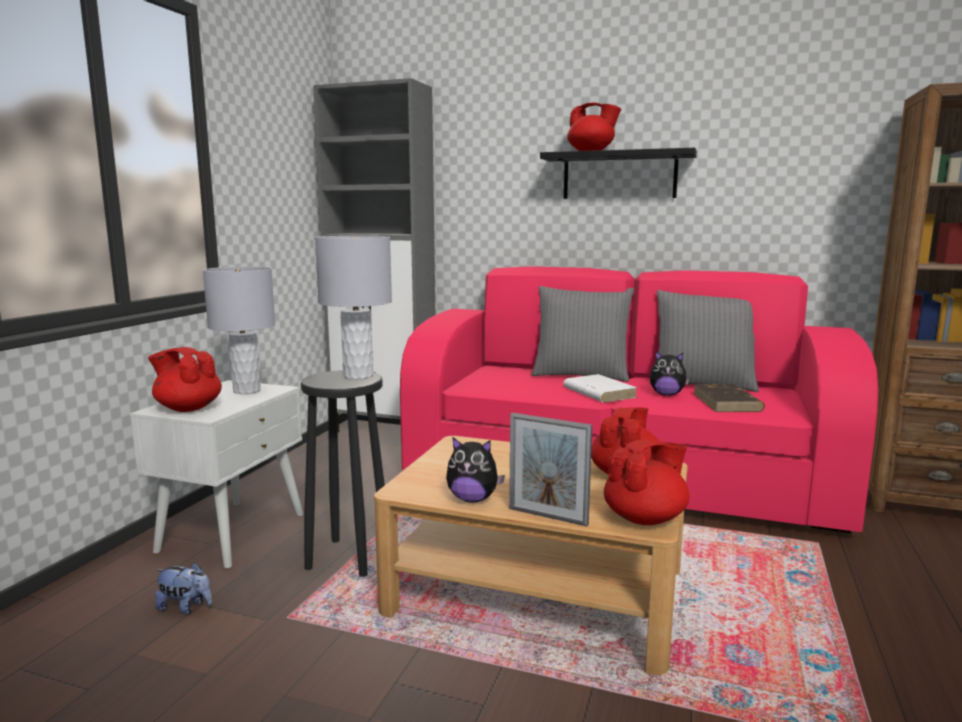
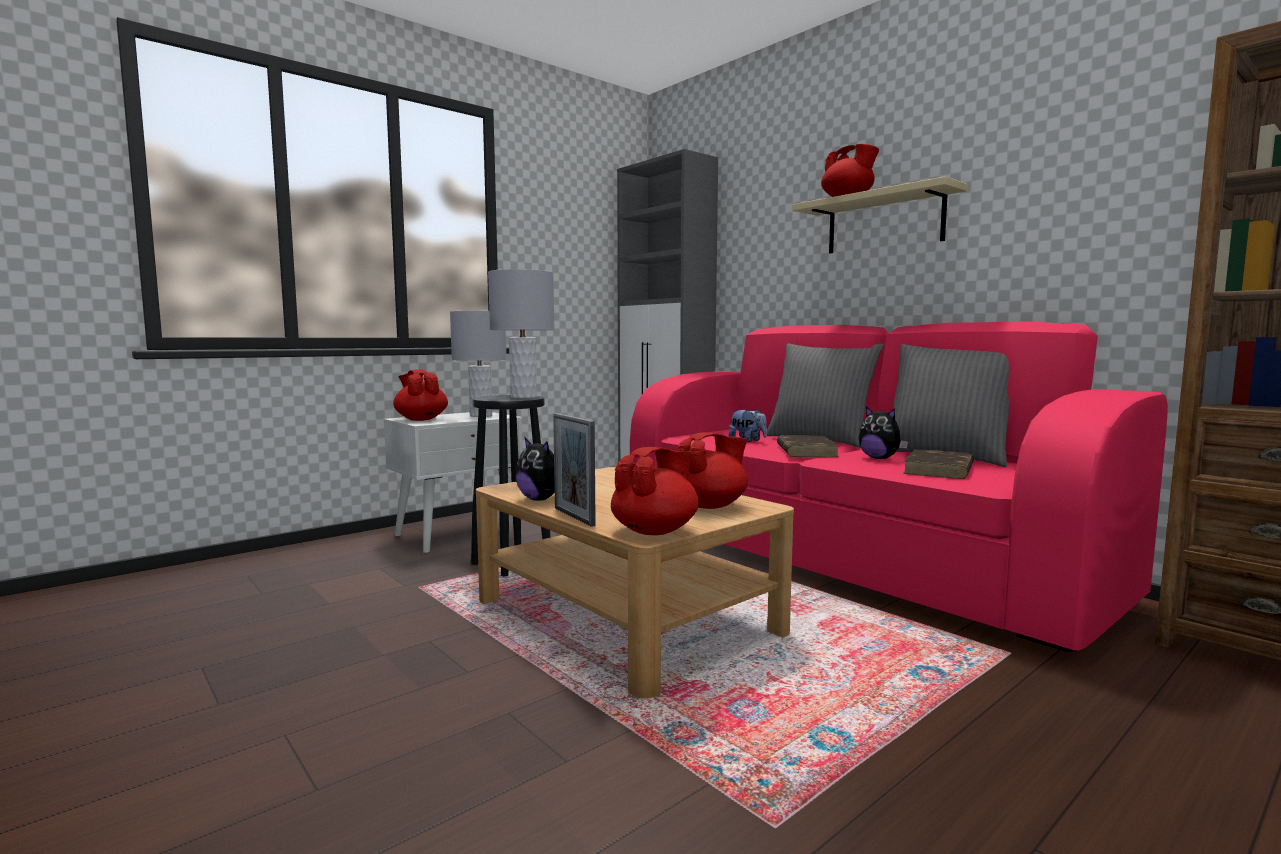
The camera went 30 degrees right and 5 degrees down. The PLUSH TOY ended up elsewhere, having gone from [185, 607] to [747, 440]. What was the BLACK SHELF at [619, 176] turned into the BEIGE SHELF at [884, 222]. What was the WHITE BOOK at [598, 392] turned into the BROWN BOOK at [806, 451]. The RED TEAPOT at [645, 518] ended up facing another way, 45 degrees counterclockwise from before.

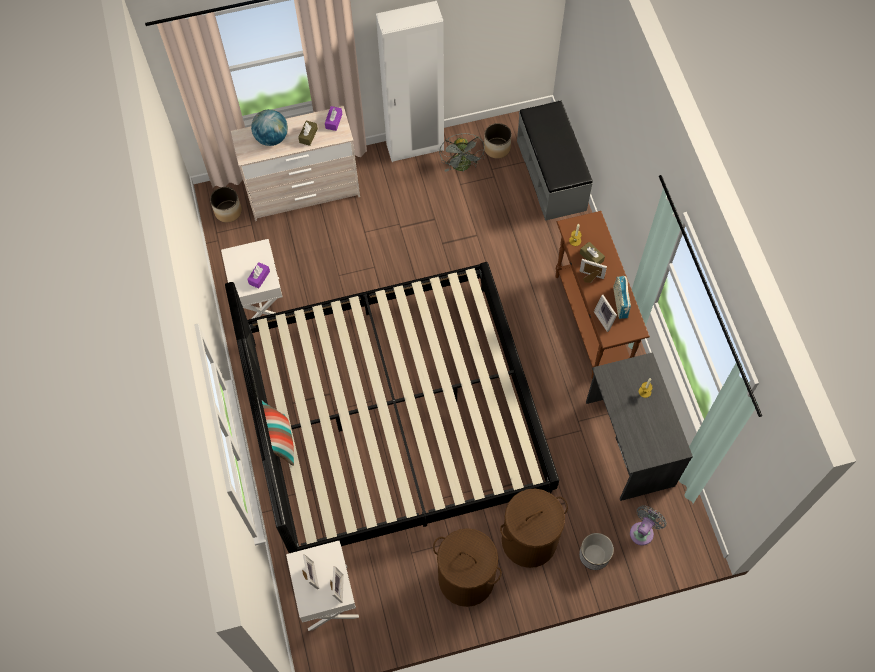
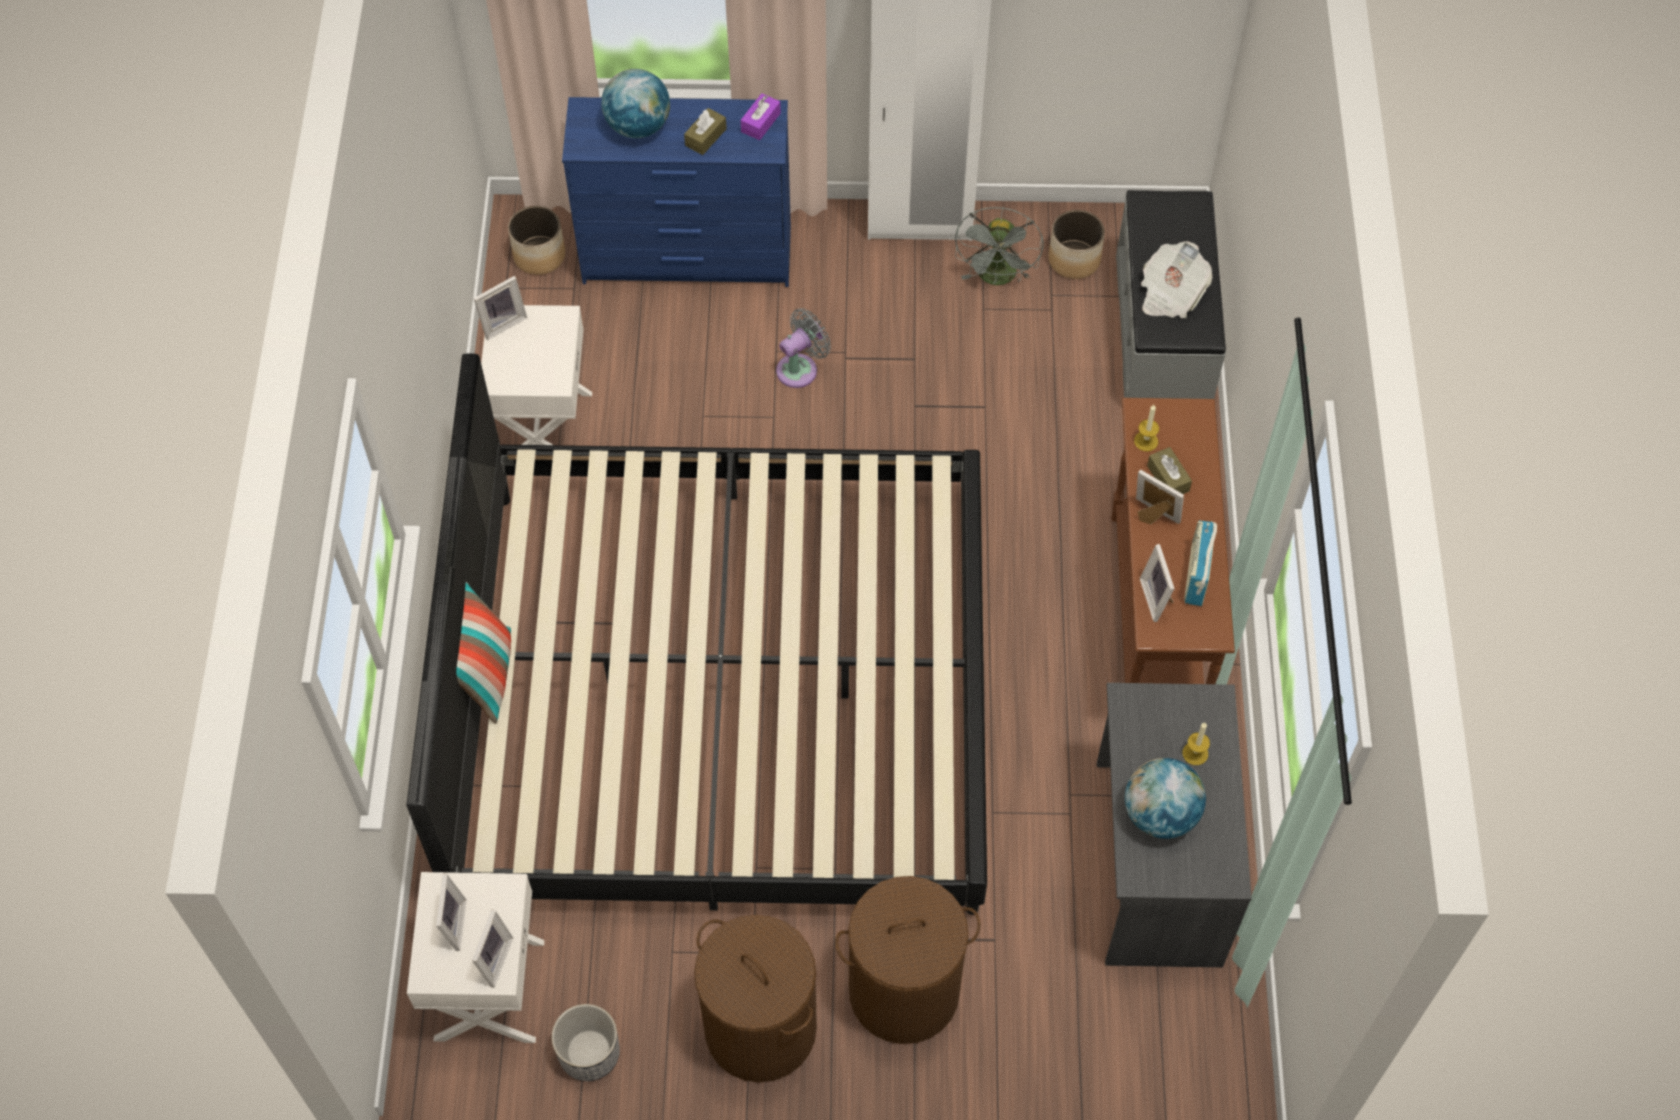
The camera went 15 degrees right and 5 degrees down. The second view lost the PURPLE TISSUE BOX at [259, 277]. The second view gained the PICTURE FRAME at [502, 322]. The second view gained the GLOBE at [1160, 814]. The second view gained the NEWSPAPER at [1170, 293]. The PLANTER ended up elsewhere, having gone from [594, 555] to [589, 1053]. The GREY FAN ended up elsewhere, having gone from [643, 531] to [800, 368]. What was the BEIGE DRESSER at [304, 193] turned into the BLUE DRESSER at [687, 257].

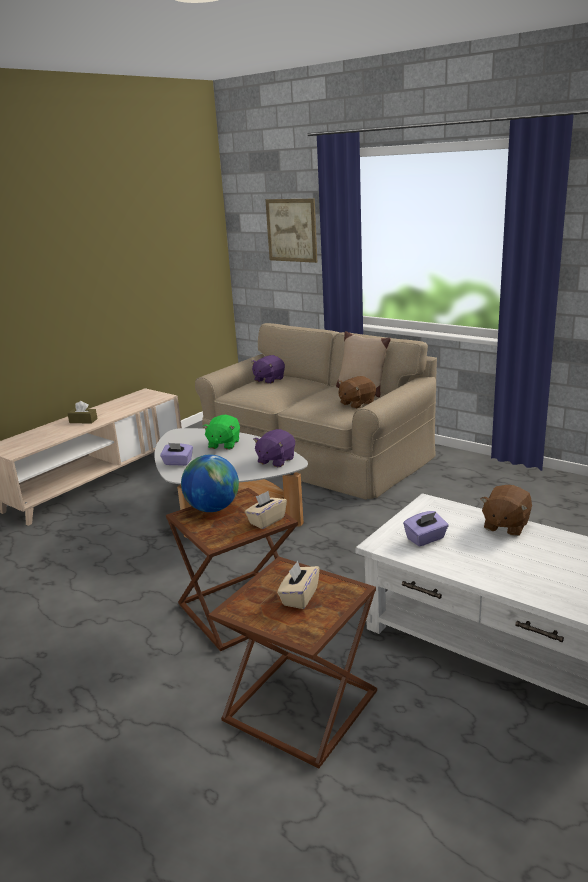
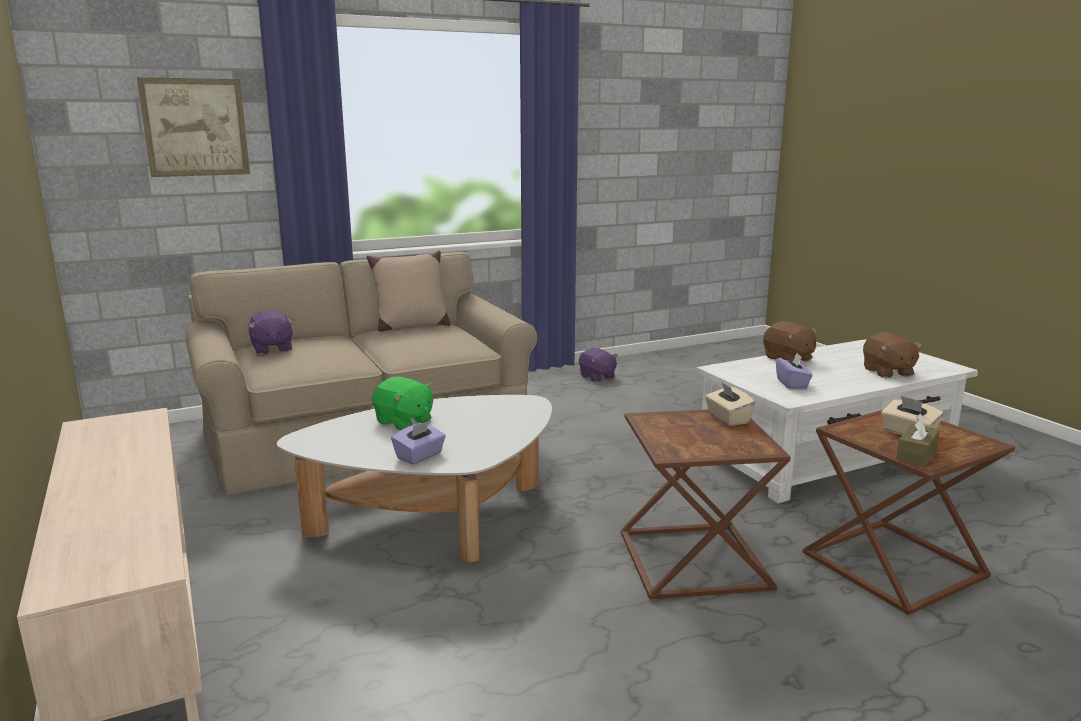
The camera went 65 degrees left and 5 degrees down. The second view lost the GLOBE at [212, 509]. The BROWN TISSUE BOX ended up elsewhere, having gone from [83, 421] to [916, 454]. The PURPLE PLUSH TOY ended up elsewhere, having gone from [275, 460] to [597, 377]. The BROWN PLUSH TOY ended up elsewhere, having gone from [356, 403] to [887, 372].

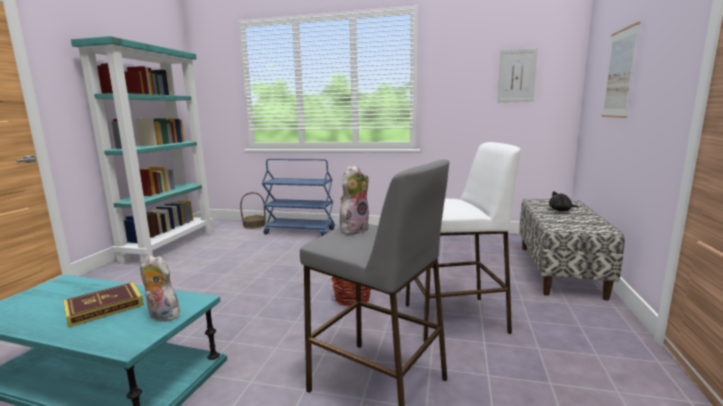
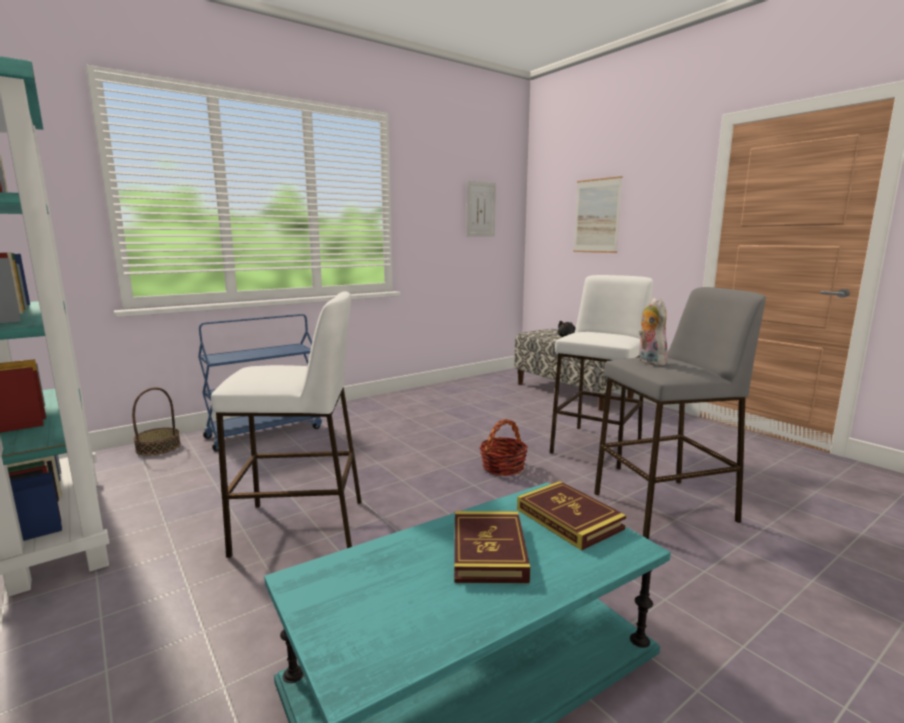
The camera went 50 degrees left and 0 degrees up. The second view gained the WHITE STOOL at [301, 527]. Where the PLUSH TOY stood at [161, 316], the BOOK came to stand at [569, 519].

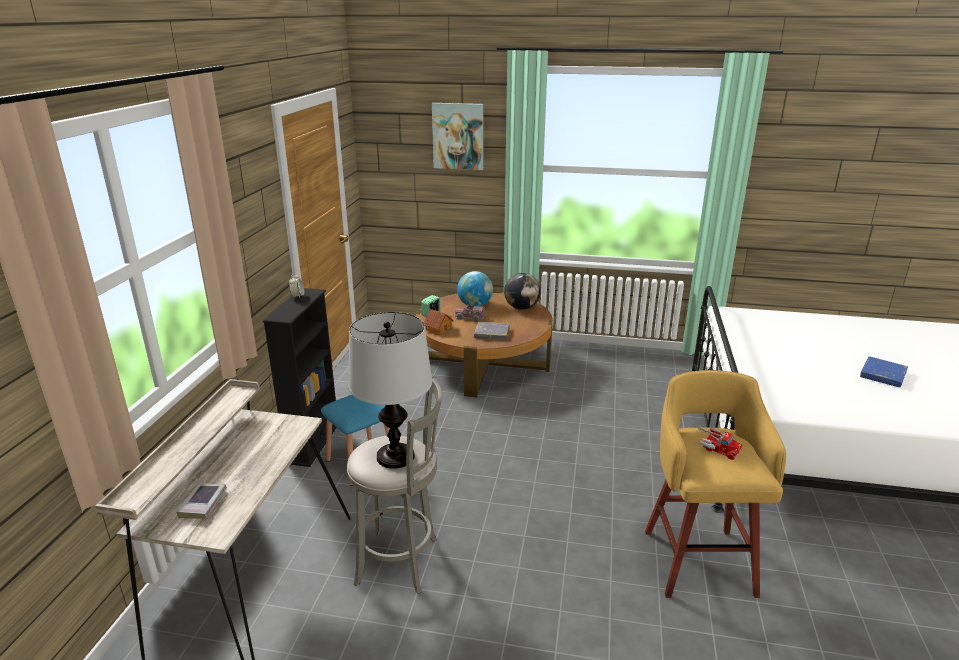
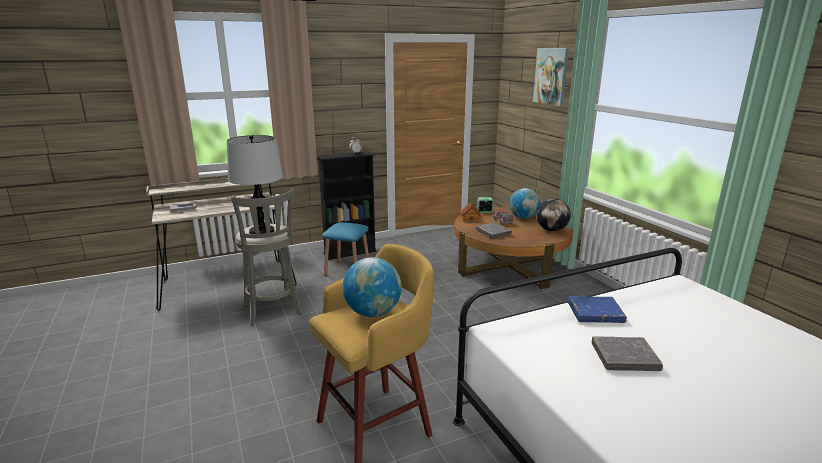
The camera went 55 degrees right and 5 degrees down. The second view gained the GREY BOOK at [624, 357]. The BLUE BOOK ended up elsewhere, having gone from [882, 375] to [595, 313]. Where the TOY TRUCK stood at [716, 447], the GLOBE came to stand at [372, 312].

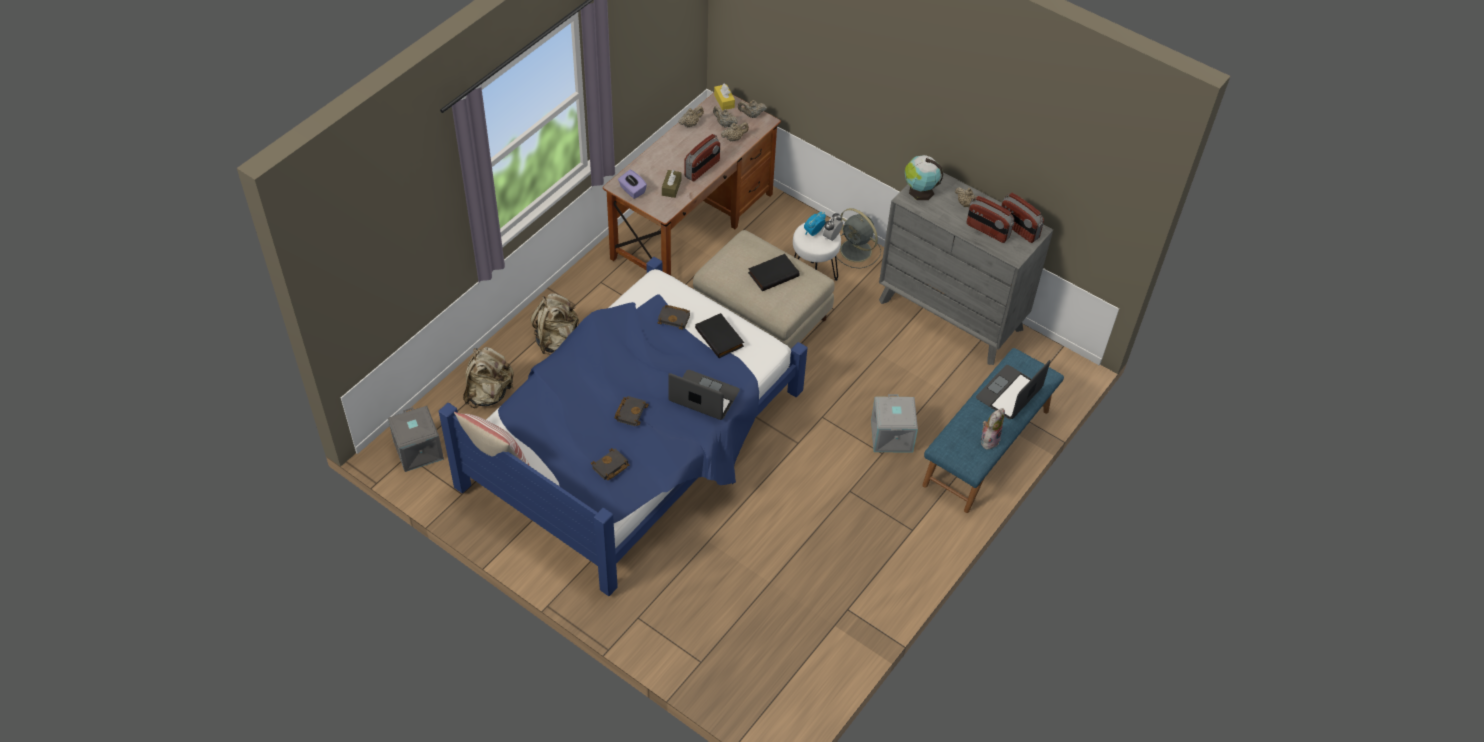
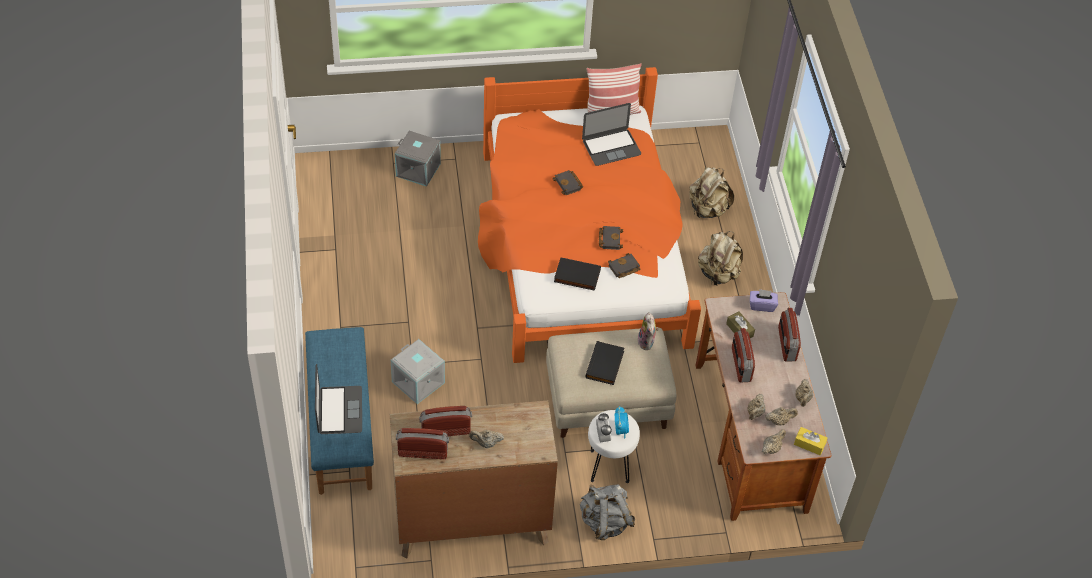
The camera went 135 degrees right and 0 degrees up. The second view lost the GLOBE at [919, 191]. The second view gained the RADIO at [786, 344]. The GREY STORAGE BOX ended up elsewhere, having gone from [417, 450] to [418, 169]. The BLACK BOOK ended up elsewhere, having gone from [610, 467] to [609, 239]. The LAPTOP ended up elsewhere, having gone from [704, 396] to [611, 147]. The PLUSH TOY ended up elsewhere, having gone from [989, 439] to [647, 342]. Where the GREY FAN stood at [857, 251], the GREY BACKPACK came to stand at [605, 522]. What was the BLUE BED at [635, 440] turned into the ORANGE BED at [582, 249]. What was the GREY DRESSER at [951, 314] turned into the BROWN DRESSER at [472, 522].

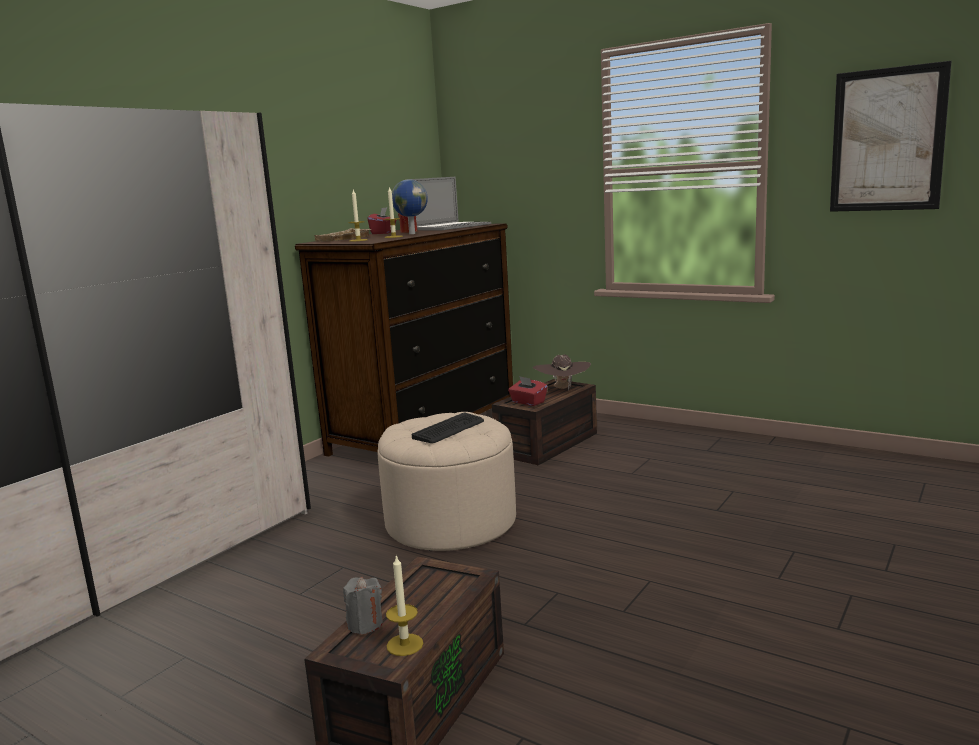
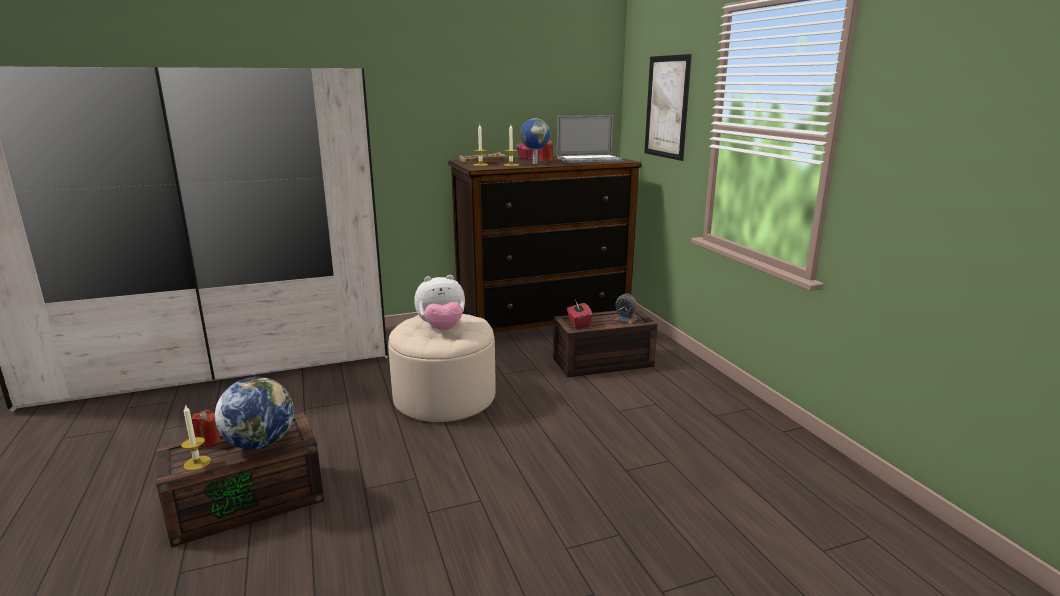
The camera went 35 degrees right and 5 degrees up. The second view gained the GLOBE at [260, 443]. The PICTURE ended up elsewhere, having gone from [887, 140] to [667, 107]. Where the KEYBOARD stood at [449, 429], the PLUSH TOY came to stand at [442, 329]. Where the BROWN HAT stood at [562, 388], the ALARM CLOCK came to stand at [625, 319]. What was the GREY CANDLE at [365, 624] turned into the RED CANDLE at [207, 441].

